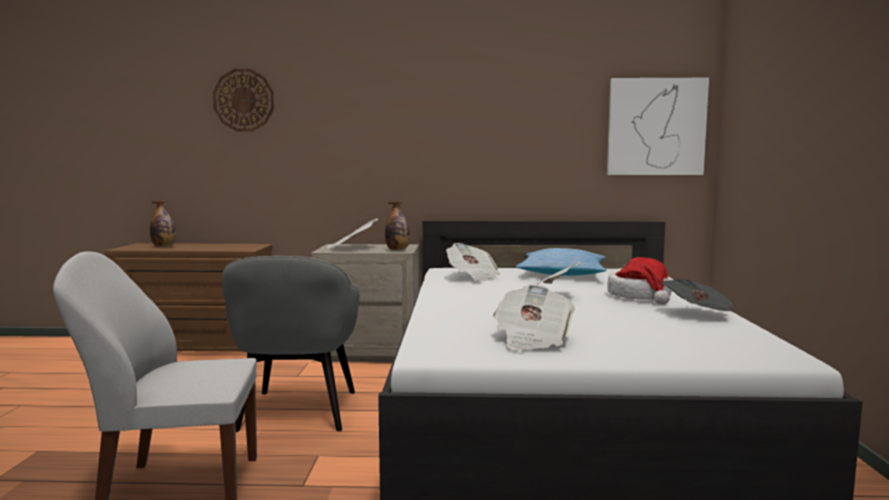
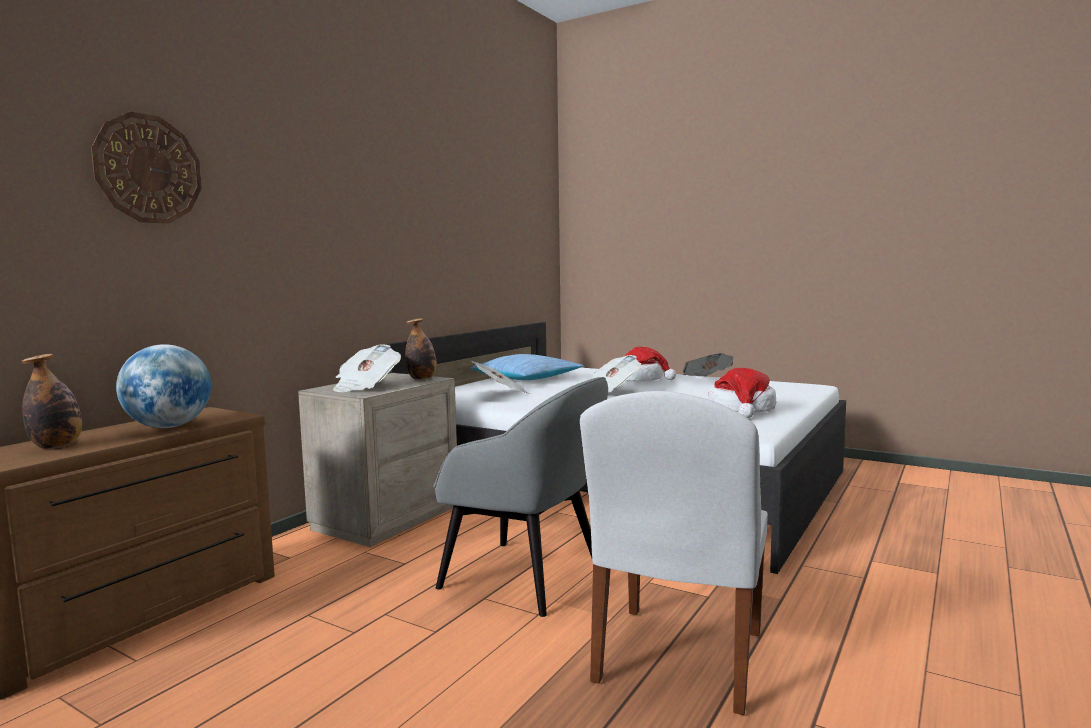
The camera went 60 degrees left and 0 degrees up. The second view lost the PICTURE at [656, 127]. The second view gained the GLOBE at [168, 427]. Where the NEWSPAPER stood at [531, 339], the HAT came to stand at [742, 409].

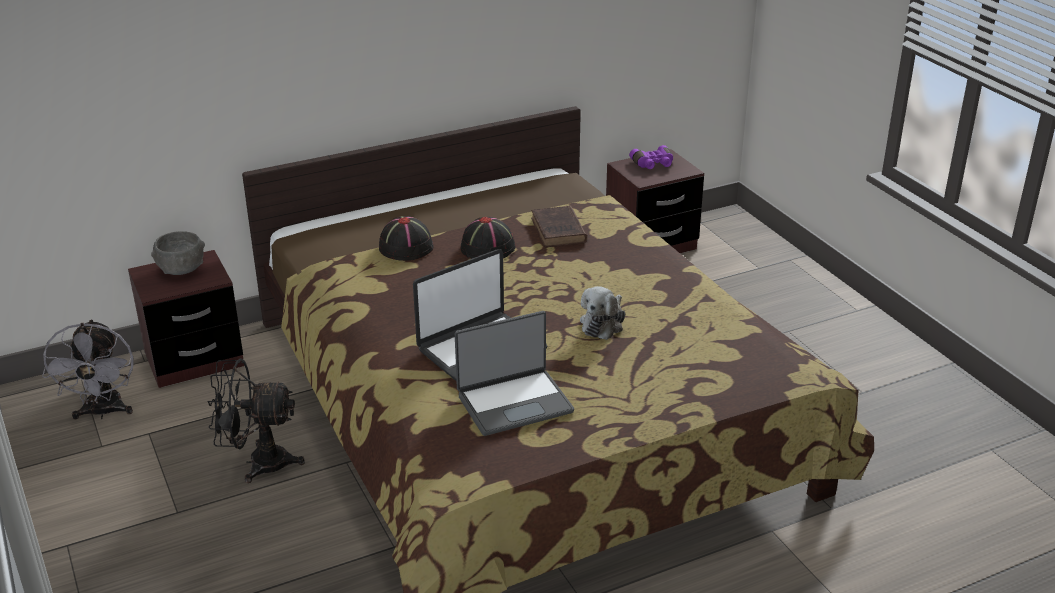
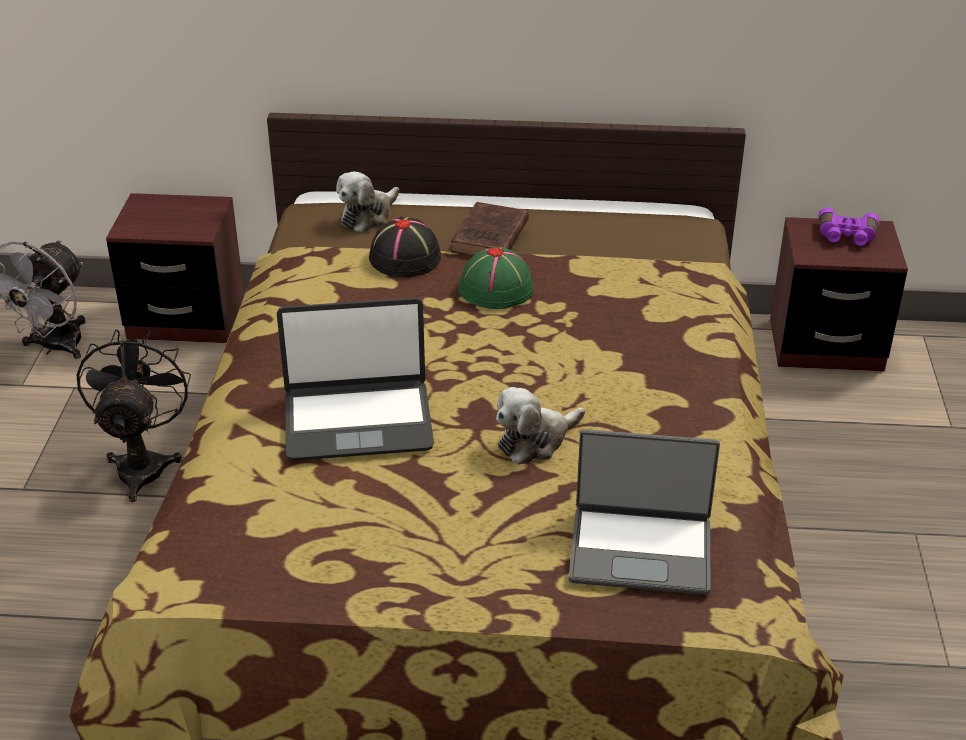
The camera went 30 degrees right and 5 degrees up. The second view lost the GREY BOWL at [181, 269]. The second view gained the PLUSH TOY at [368, 216]. The LAPTOP ended up elsewhere, having gone from [514, 402] to [640, 550]. The BROWN BOOK ended up elsewhere, having gone from [558, 231] to [489, 238]. What was the BLACK HAT at [488, 248] turned into the GREEN HAT at [496, 289]. The BLACK FAN at [258, 463] ended up facing another way, 60 degrees clockwise from before.

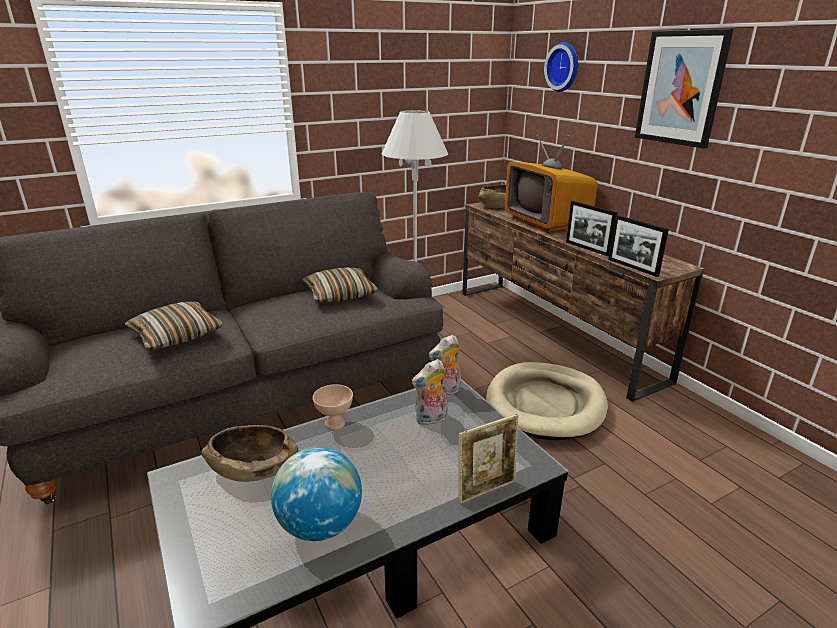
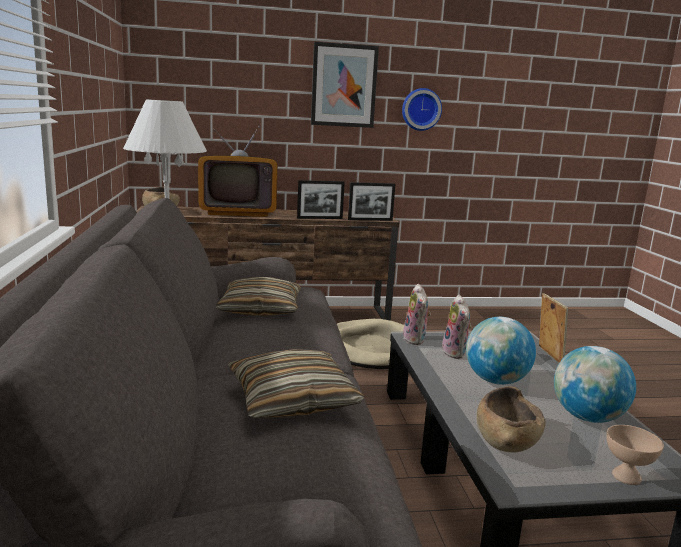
The camera went 70 degrees left and 10 degrees down. The second view gained the GLOBE at [496, 381]. The BEIGE BOWL ended up elsewhere, having gone from [335, 423] to [626, 476]. The WALL CLOCK ended up elsewhere, having gone from [564, 67] to [421, 109].

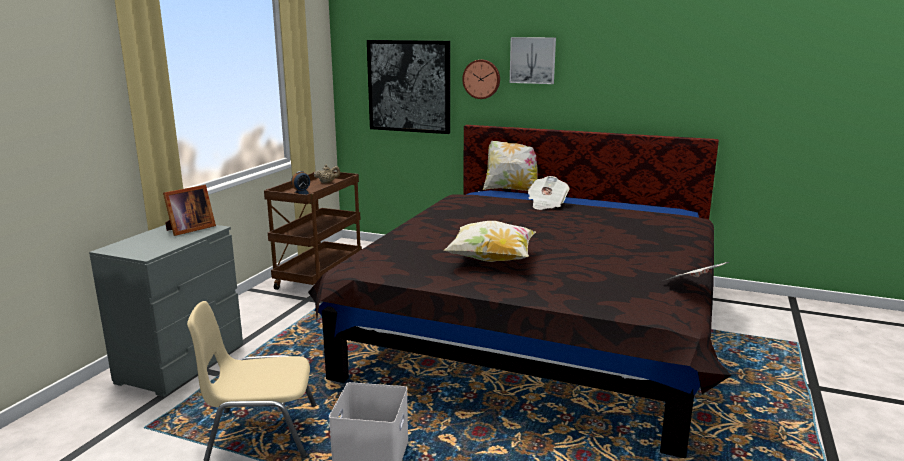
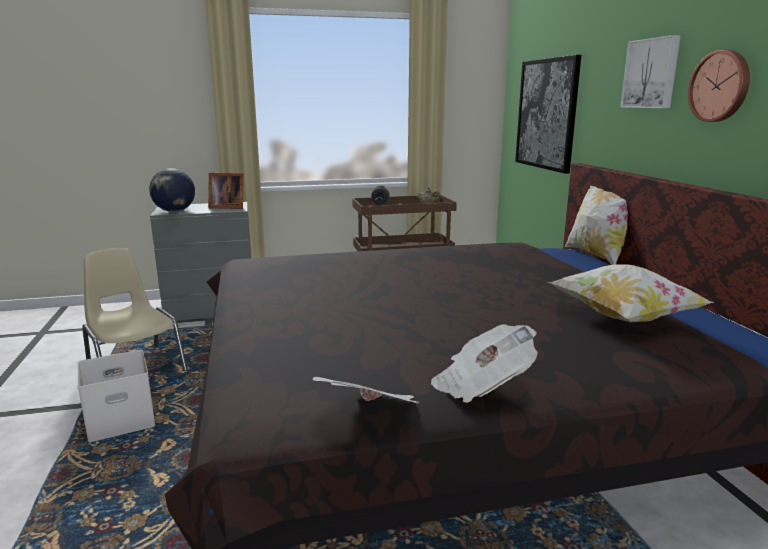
The camera went 55 degrees right and 0 degrees up. The second view gained the GLOBE at [174, 211]. The PILLOW ended up elsewhere, having gone from [491, 260] to [623, 318]. The WALL CLOCK ended up elsewhere, having gone from [481, 79] to [720, 86]. The NEWSPAPER ended up elsewhere, having gone from [546, 204] to [482, 385].

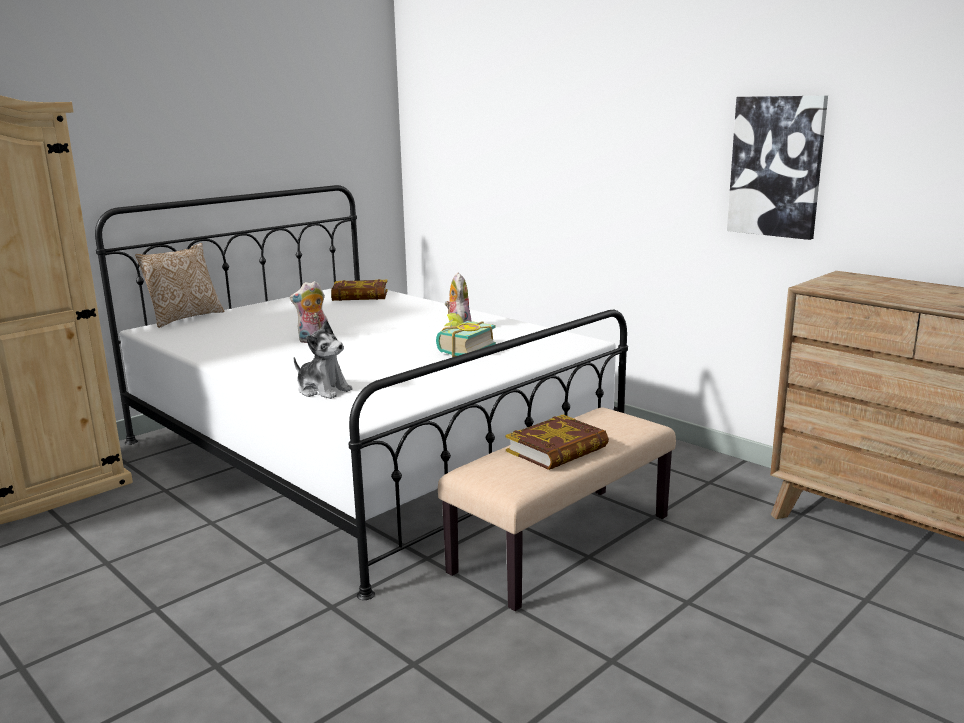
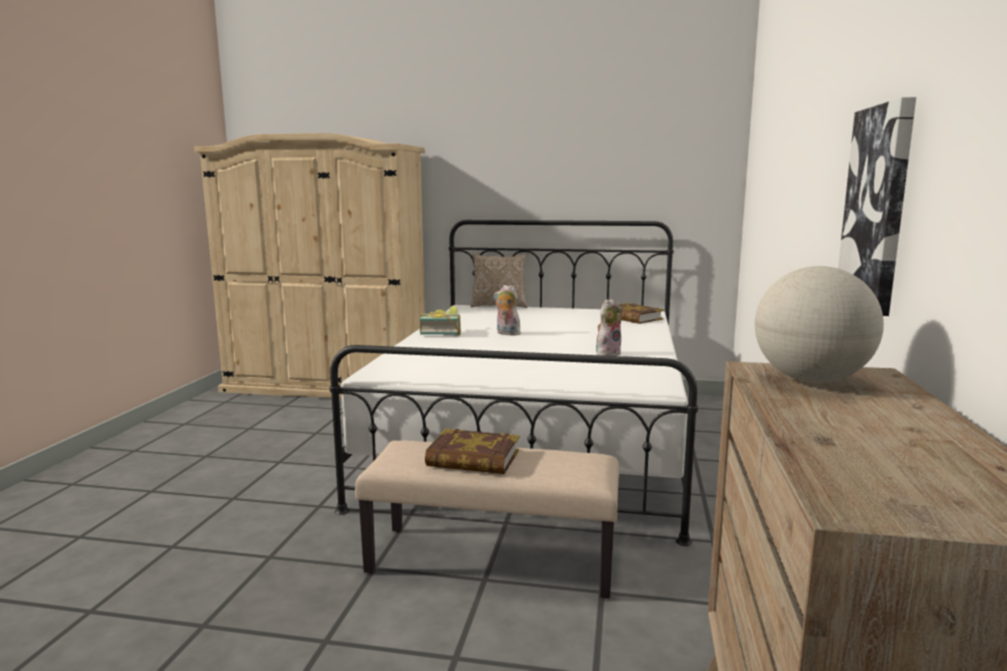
The camera went 55 degrees right and 5 degrees down. The second view lost the PLUSH TOY at [323, 390]. The second view gained the GLOBE at [810, 380]. The BOOK ended up elsewhere, having gone from [461, 350] to [441, 333].

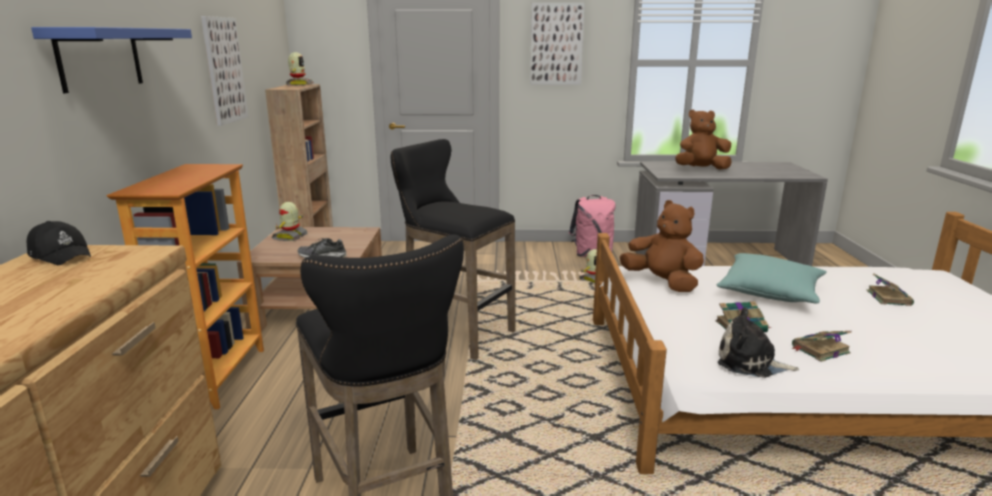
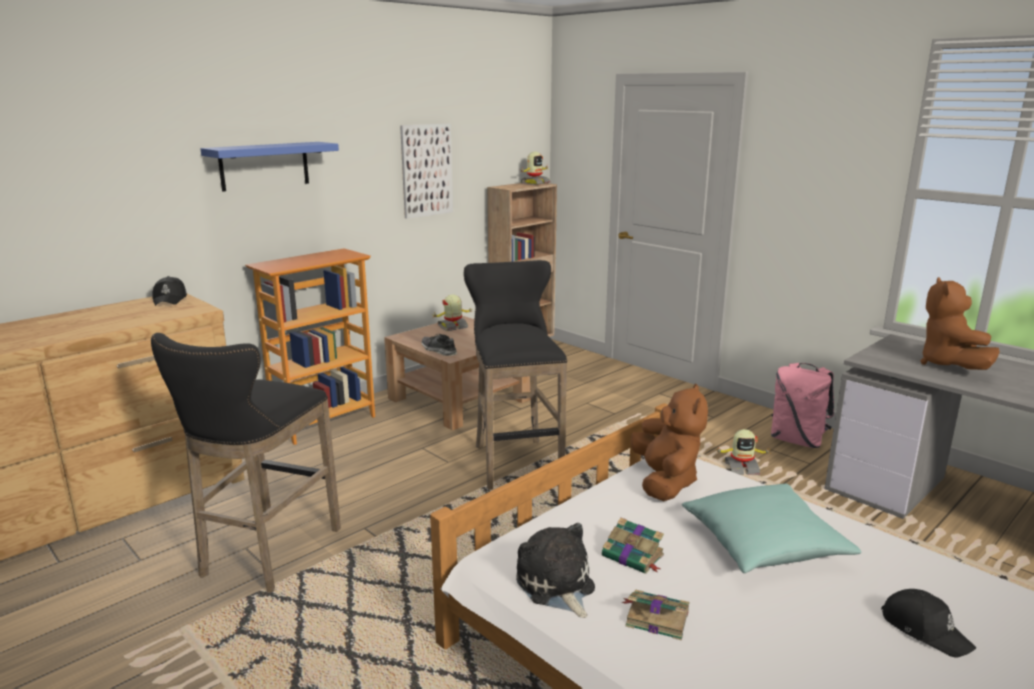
The camera went 45 degrees right and 0 degrees up. The second view lost the PICTURE at [556, 44]. Where the BOOK stood at [888, 297], the BLACK CAP came to stand at [925, 629]. The BROWN PLUSH TOY at [701, 169] ended up facing another way, 120 degrees counterclockwise from before.

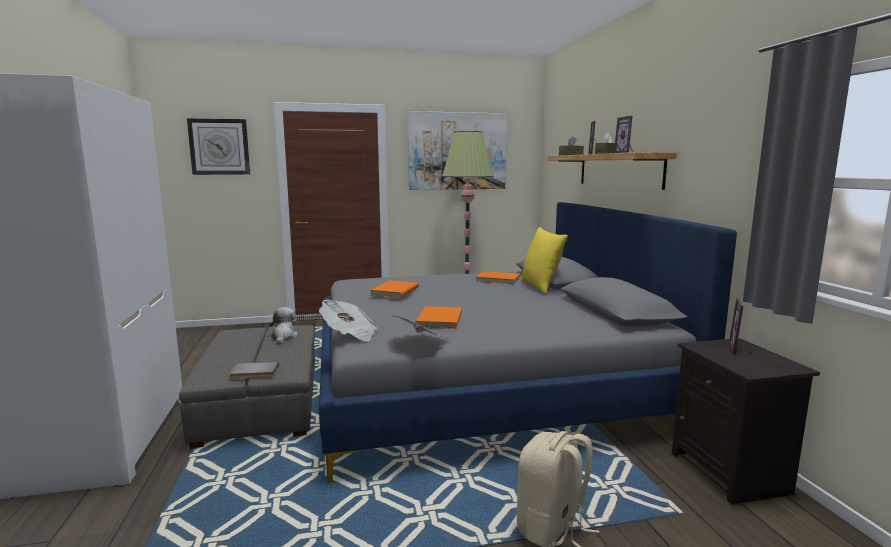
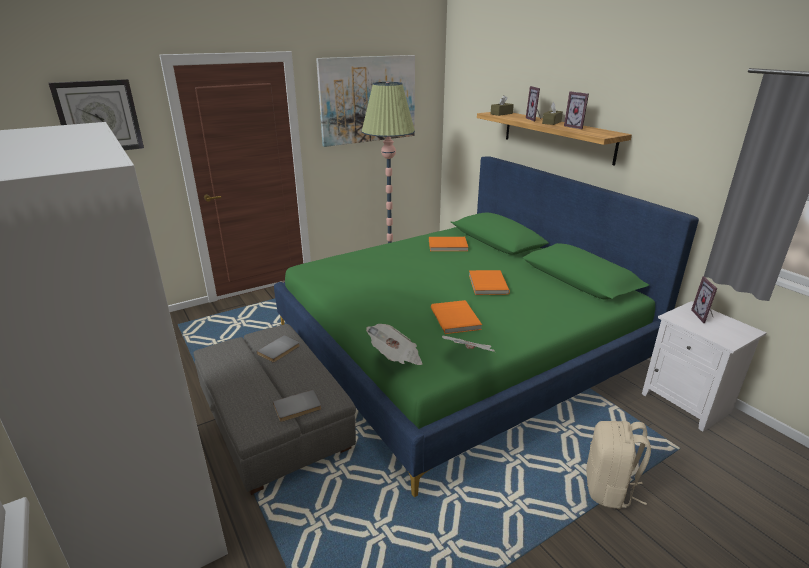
The camera went 20 degrees left and 15 degrees up. The second view lost the YELLOW PILLOW at [541, 287]. The ORANGE BOOK ended up elsewhere, having gone from [394, 291] to [487, 284]. Where the PLUSH TOY stood at [283, 337], the GREY BOOK came to stand at [280, 350]. What was the GREY BED at [482, 382] turned into the GREEN BED at [457, 348]. What was the BLACK NIGHTSTAND at [731, 473] turned into the WHITE NIGHTSTAND at [687, 403].

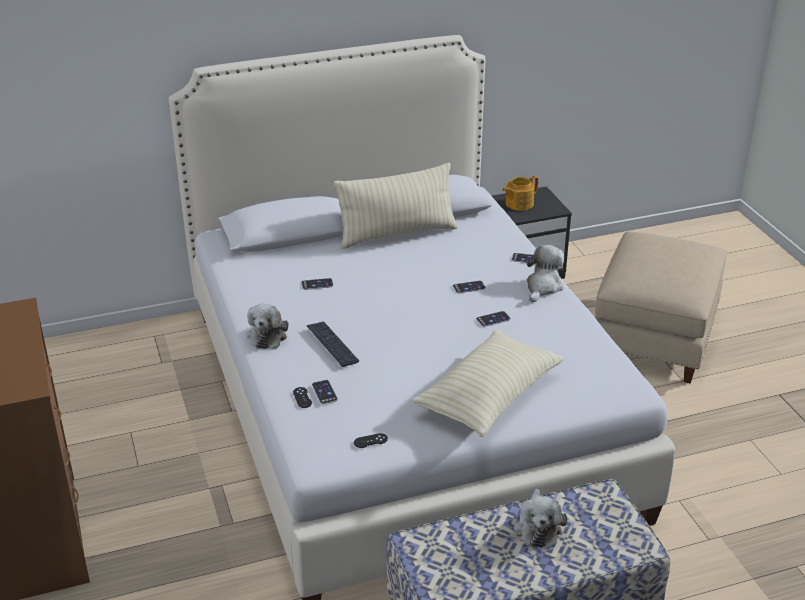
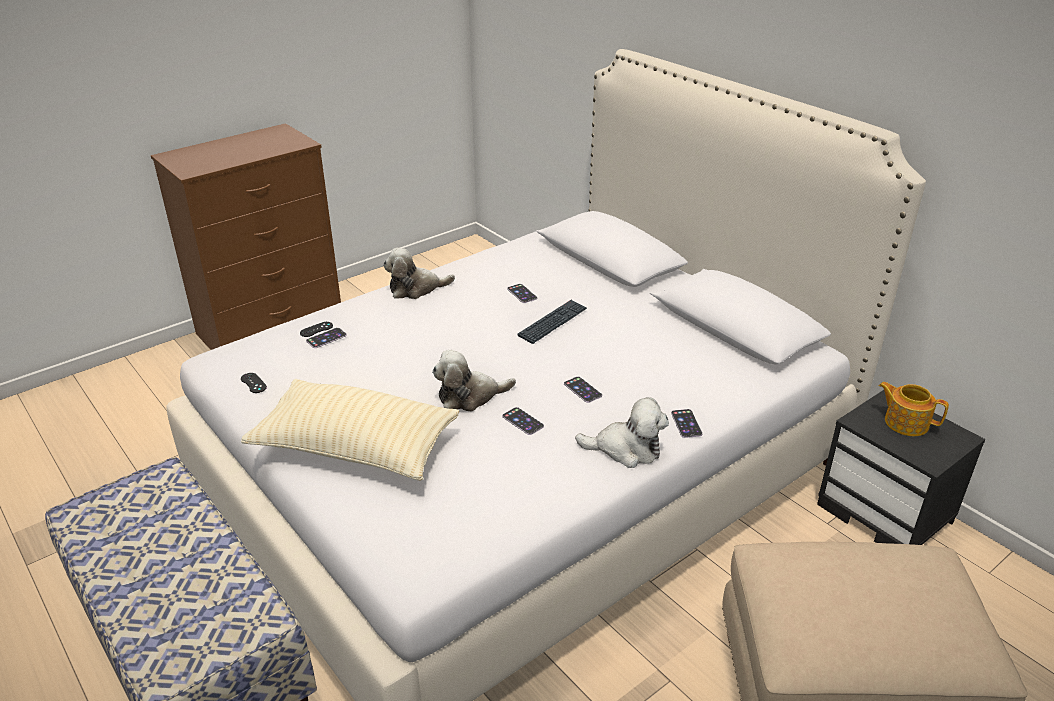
The camera went 70 degrees right and 0 degrees up. The second view lost the BEIGE PILLOW at [397, 234]. The KEYBOARD ended up elsewhere, having gone from [332, 344] to [553, 323]. The PLUSH TOY ended up elsewhere, having gone from [538, 527] to [470, 396].

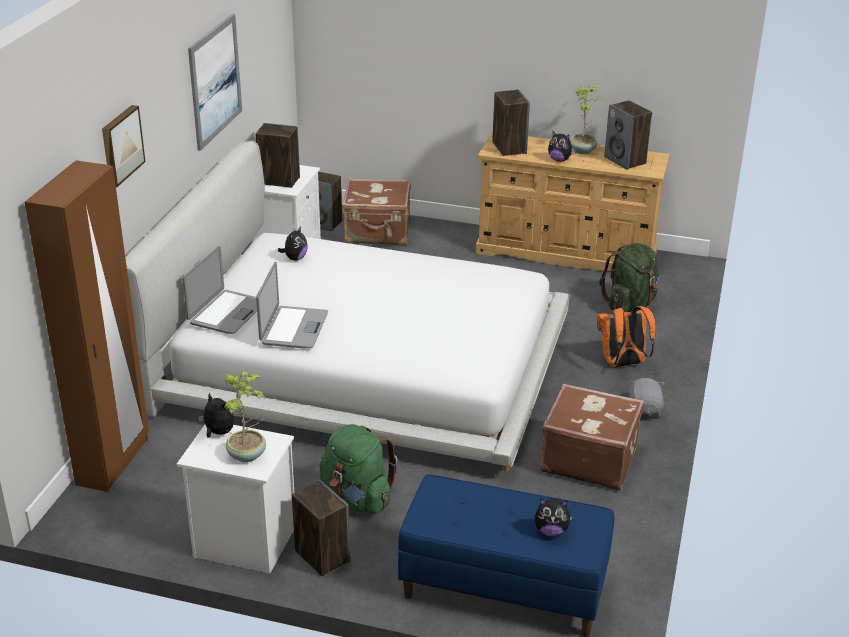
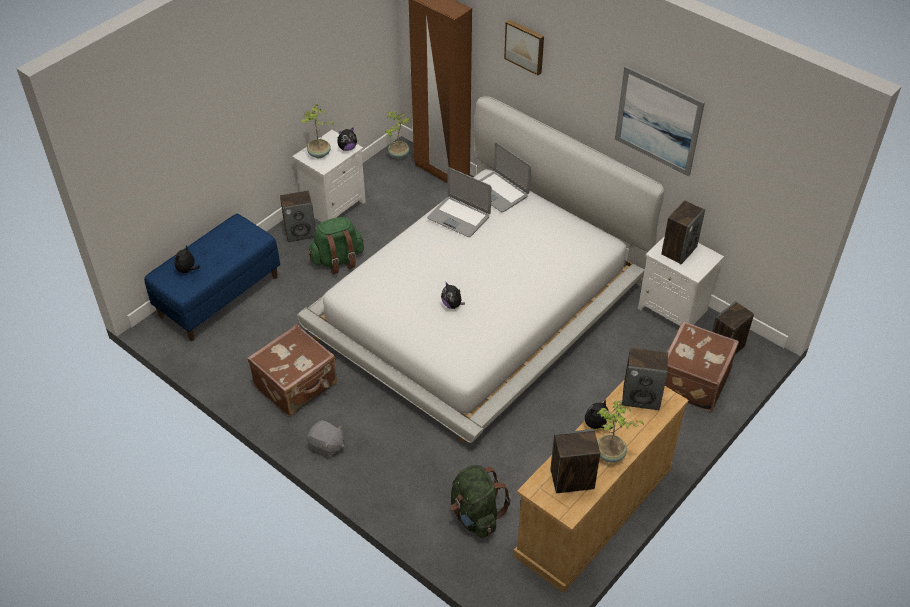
The camera went 115 degrees right and 15 degrees up. The second view lost the ORANGE BACKPACK at [622, 364]. The second view gained the POTTED PLANT at [398, 154]. The PLUSH TOY ended up elsewhere, having gone from [295, 258] to [452, 304].

